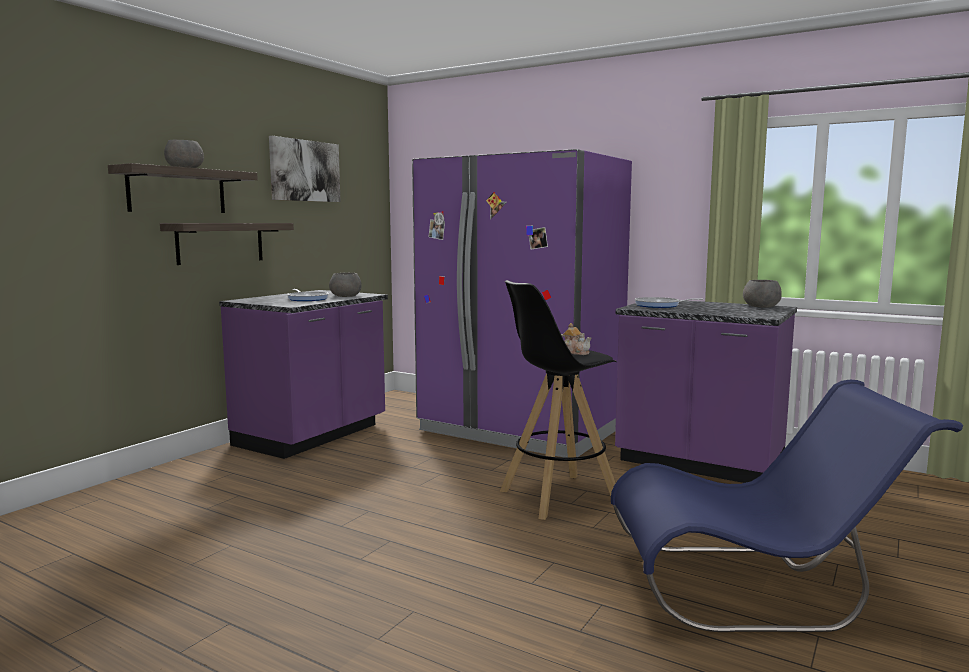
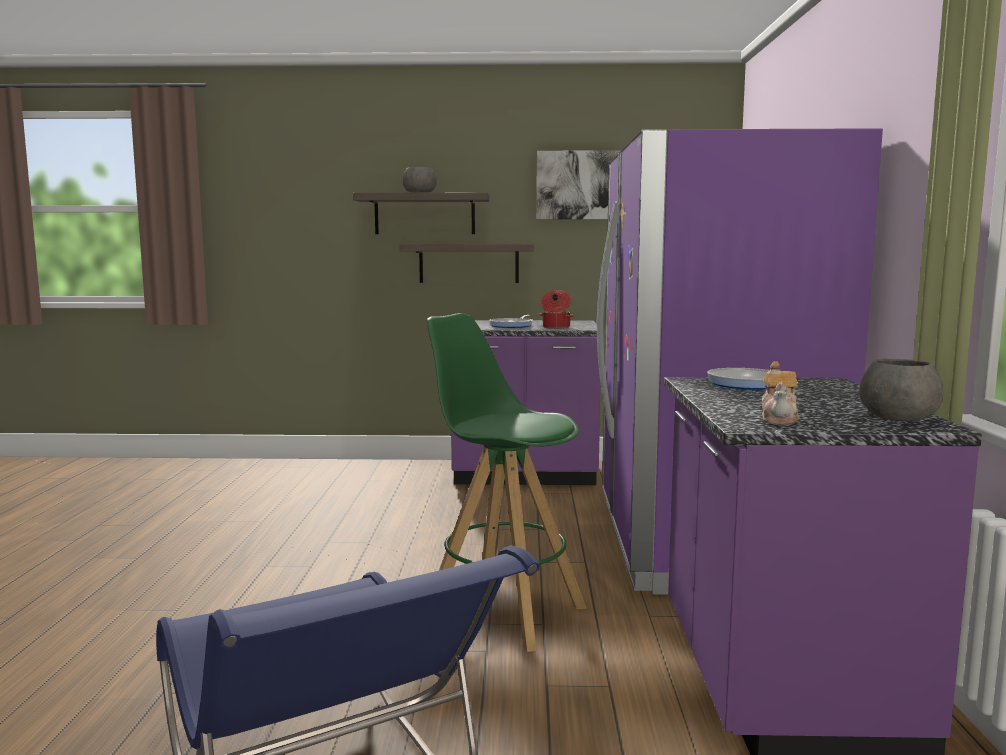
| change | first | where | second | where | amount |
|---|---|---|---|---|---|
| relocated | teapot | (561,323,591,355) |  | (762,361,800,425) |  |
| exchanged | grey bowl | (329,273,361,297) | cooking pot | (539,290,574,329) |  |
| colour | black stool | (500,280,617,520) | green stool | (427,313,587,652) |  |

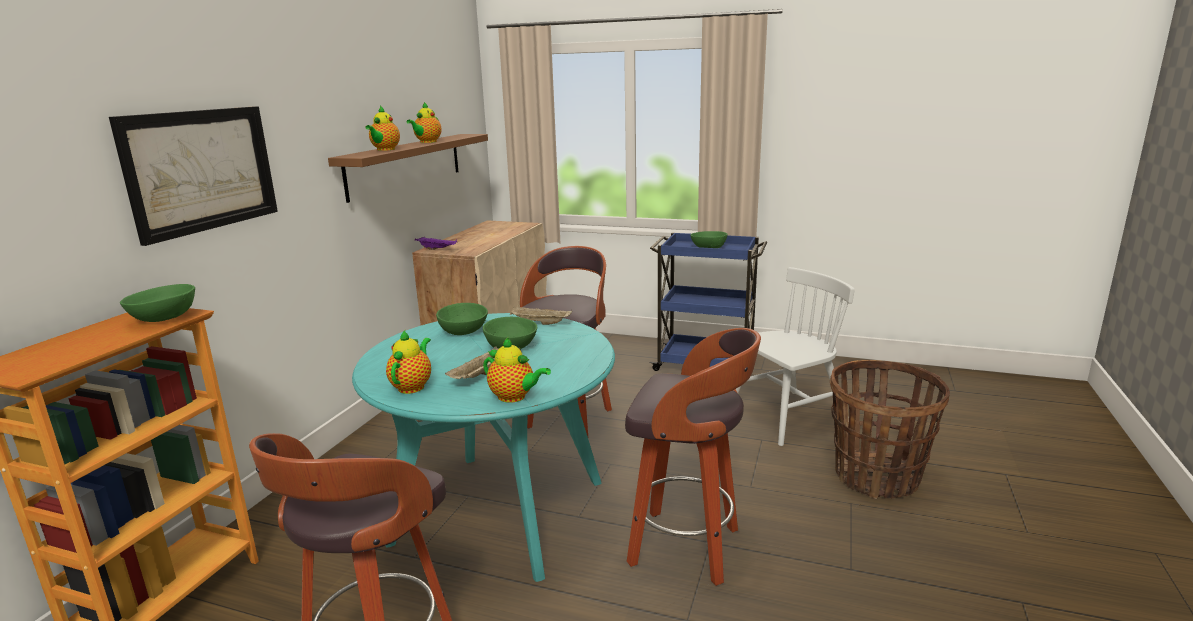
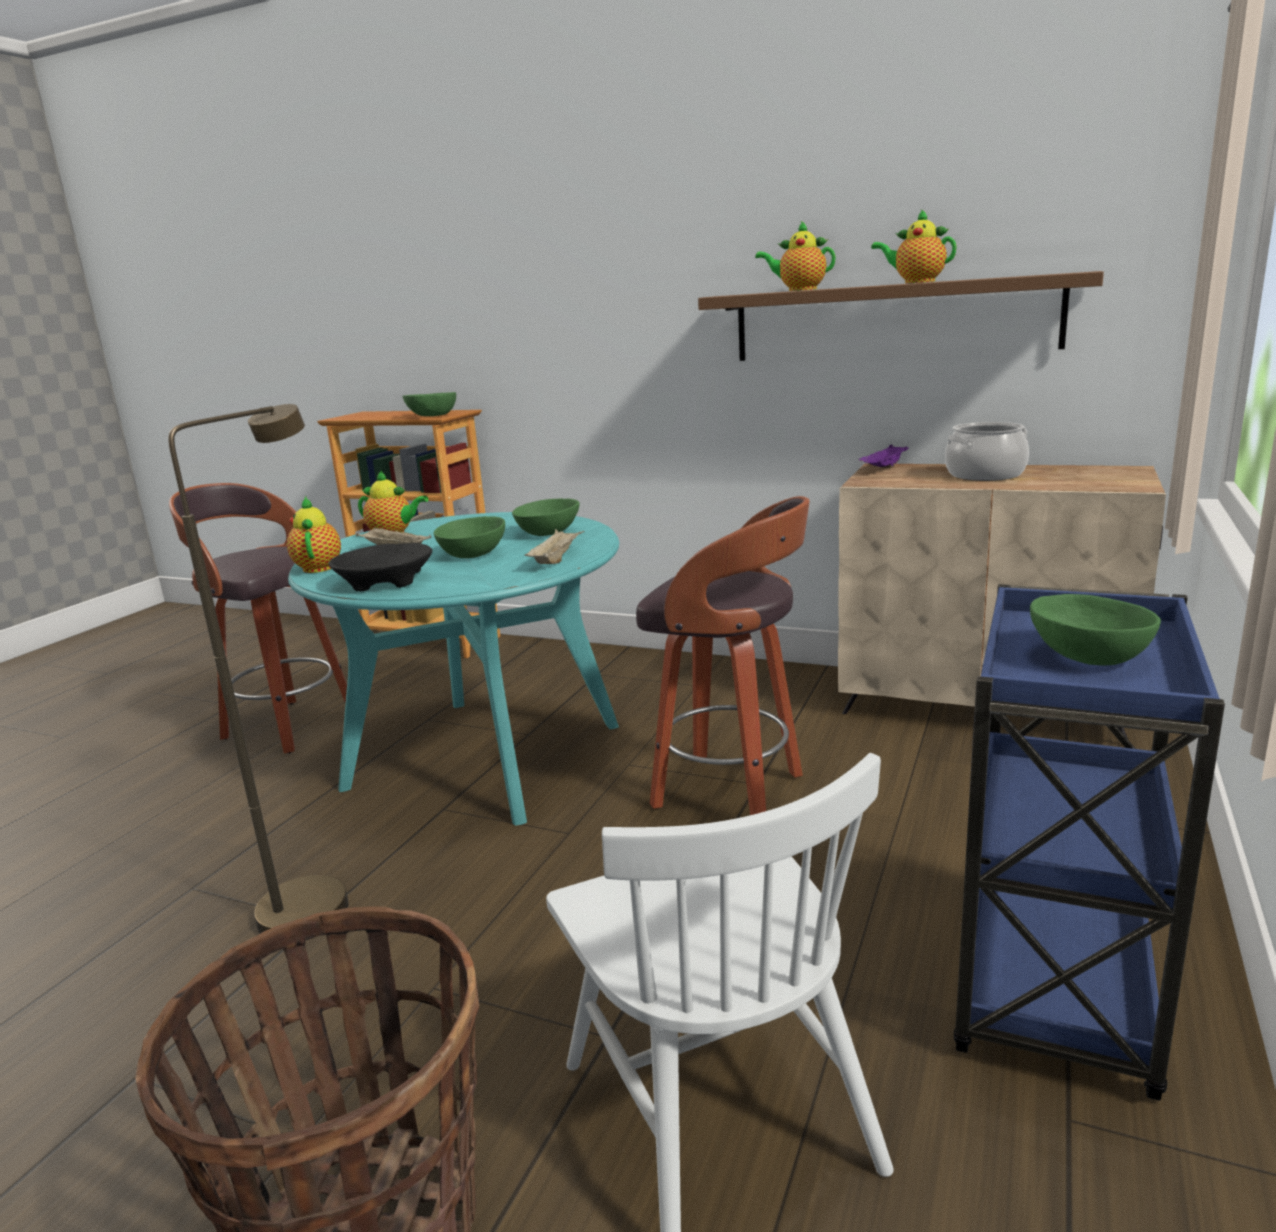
| change | first | where | second | where | amount |
|---|---|---|---|---|---|
| missing | picture | (109,106,278,246) |  |  |  |
| appeared |  |  | black bowl | (329,543,433,591) |  |
| appeared |  |  | cooking pot | (945,422,1029,481) |  |
| exchanged | stool | (625,328,761,586) | brown floor lamp | (168,404,348,933) |  |
| spun | teapot | (483,337,551,403) |  | (287,496,341,573) | 135 degrees clockwise |

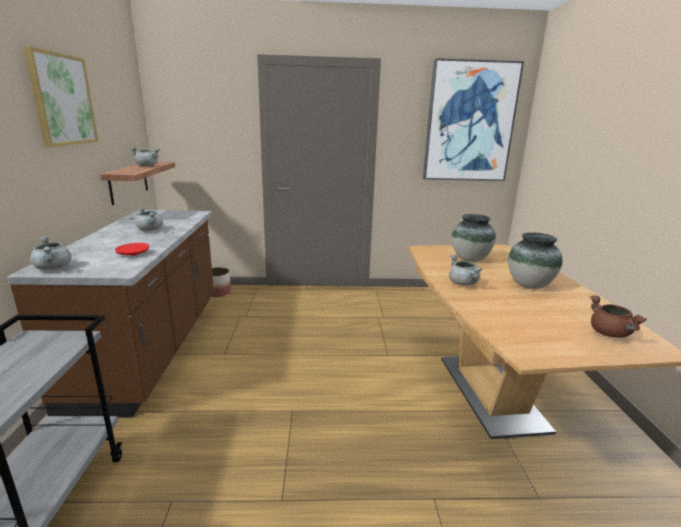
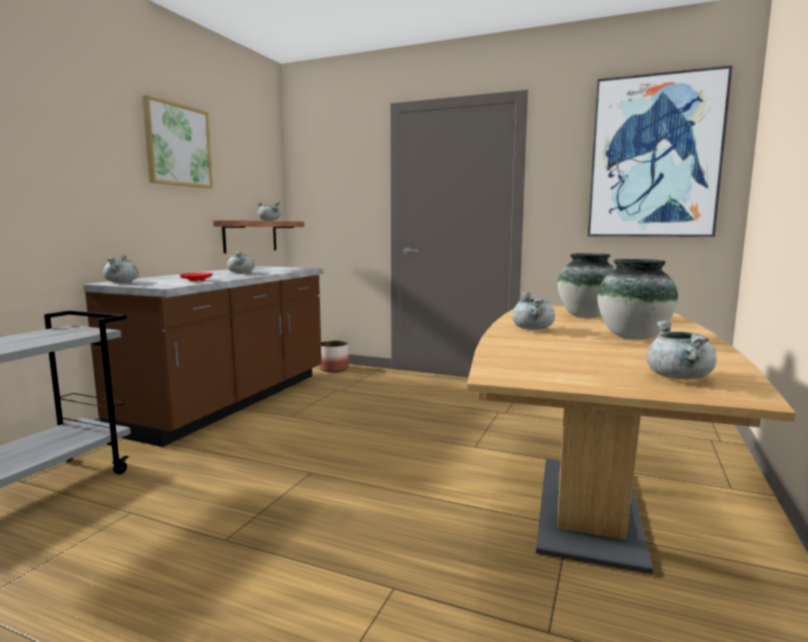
| change | first | where | second | where | amount |
|---|---|---|---|---|---|
| colour | brown cooking pot | (590,295,647,338) | grey cooking pot | (646,320,717,379) |  |

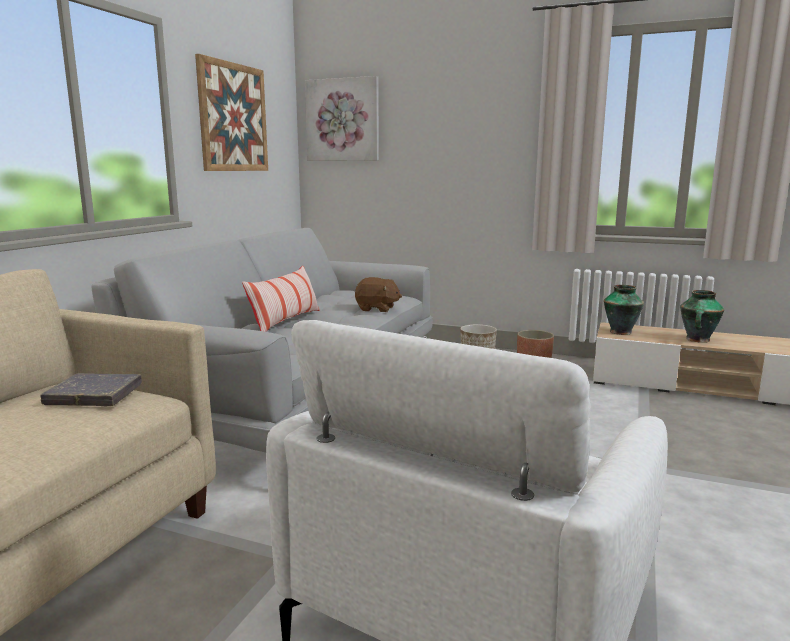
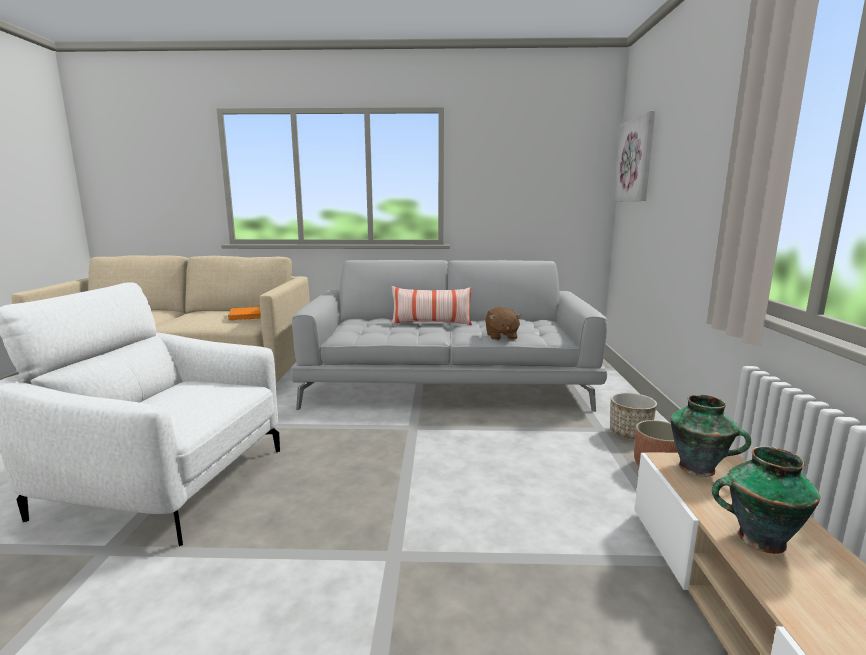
| change | first | where | second | where | amount |
|---|---|---|---|---|---|
| missing | picture | (195,54,268,171) |  |  |  |
| colour | grey book | (40,373,142,406) | orange book | (228,307,261,320) |  |

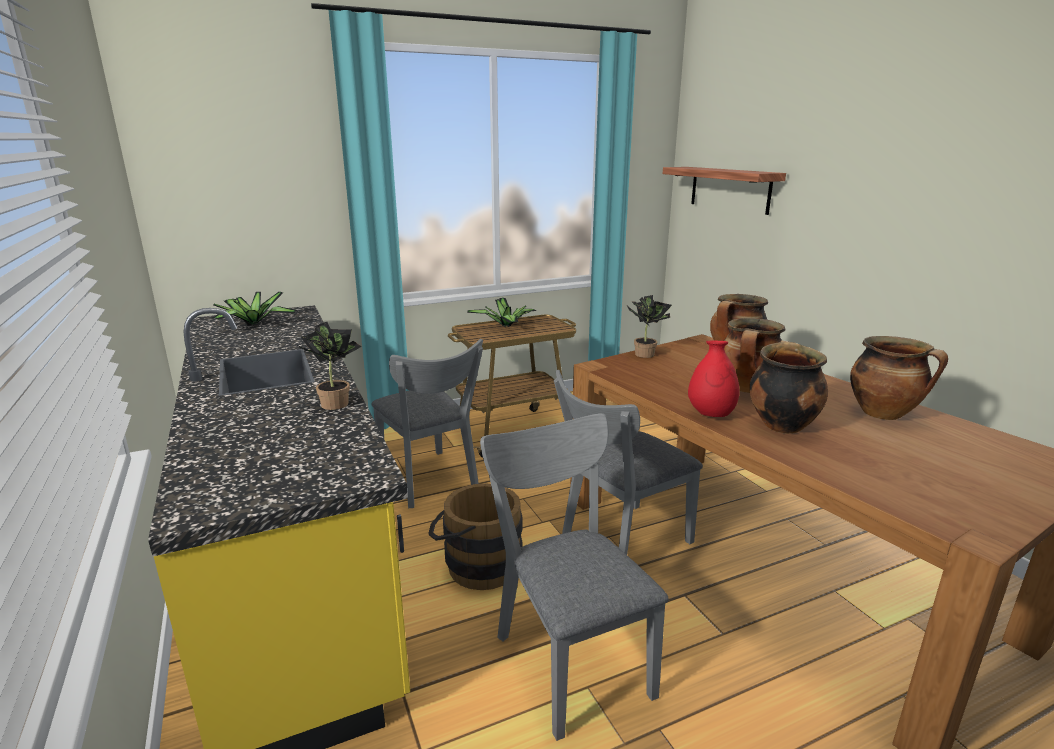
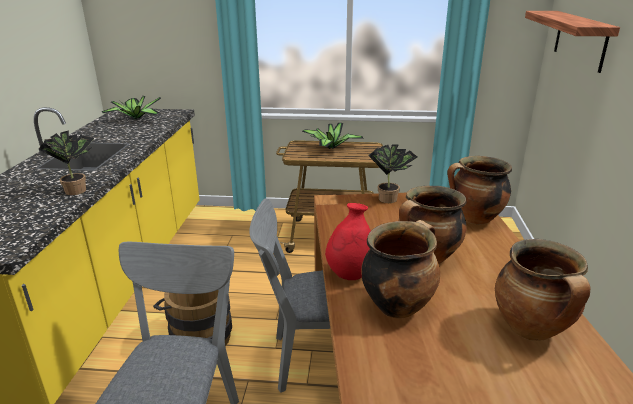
| change | first | where | second | where | amount |
|---|---|---|---|---|---|
| missing | grey chair | (371,339,483,508) |  |  |  |

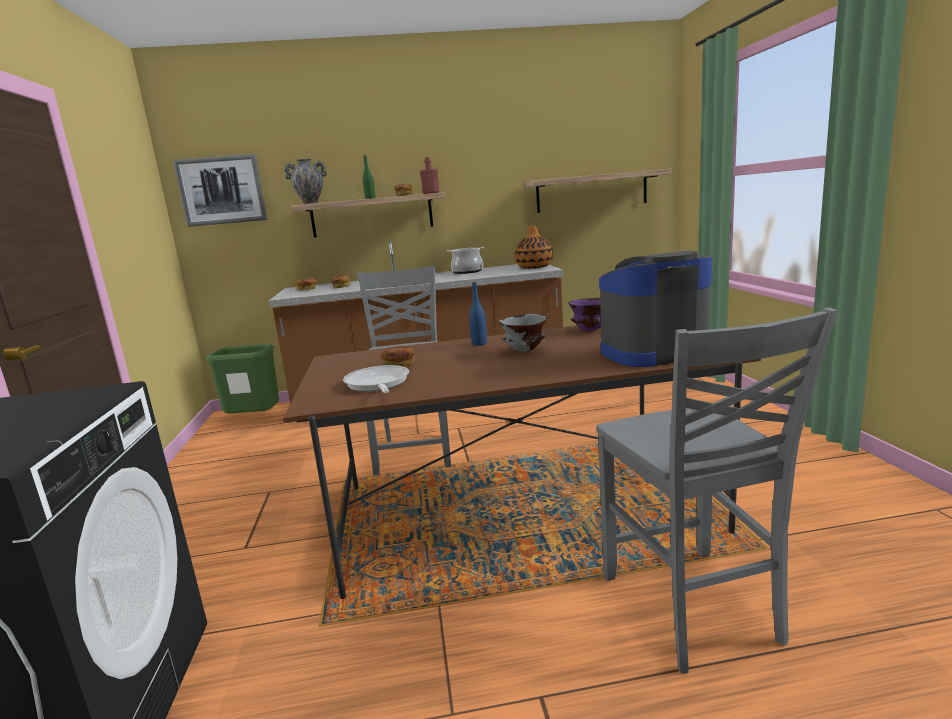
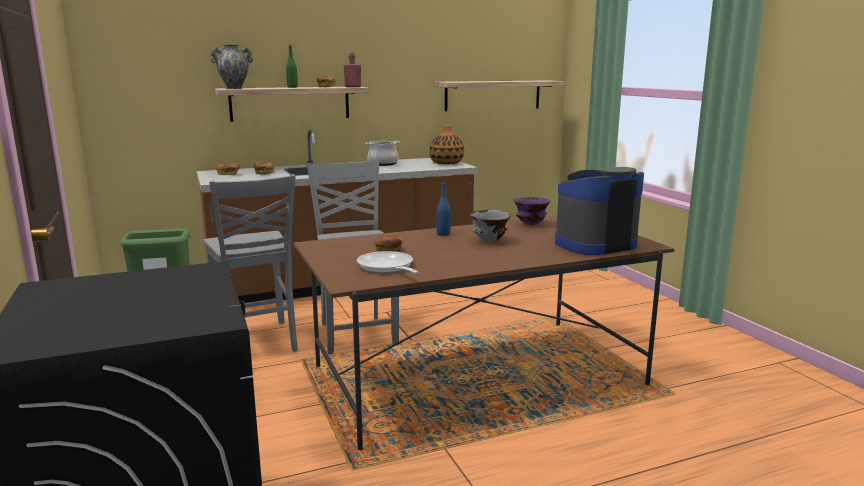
| change | first | where | second | where | amount |
|---|---|---|---|---|---|
| missing | picture | (173,154,267,227) |  |  |  |
| relocated | grey chair | (596,308,837,673) |  | (204,174,298,352) |  |

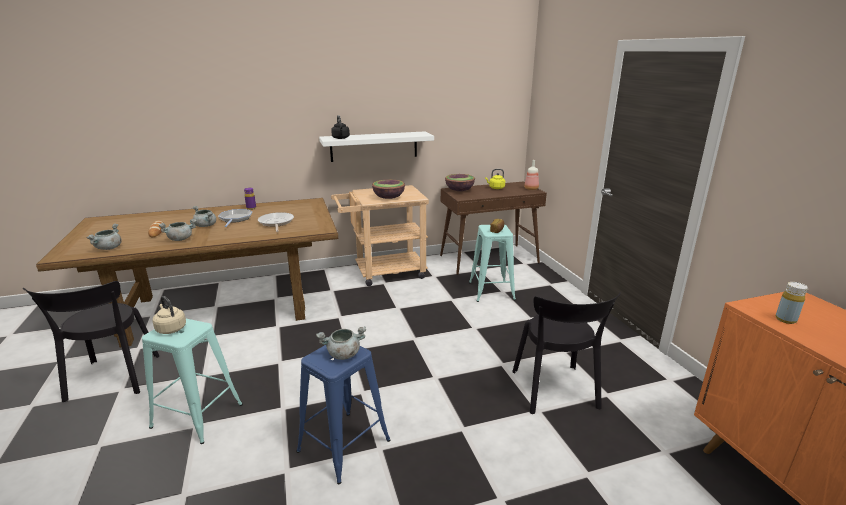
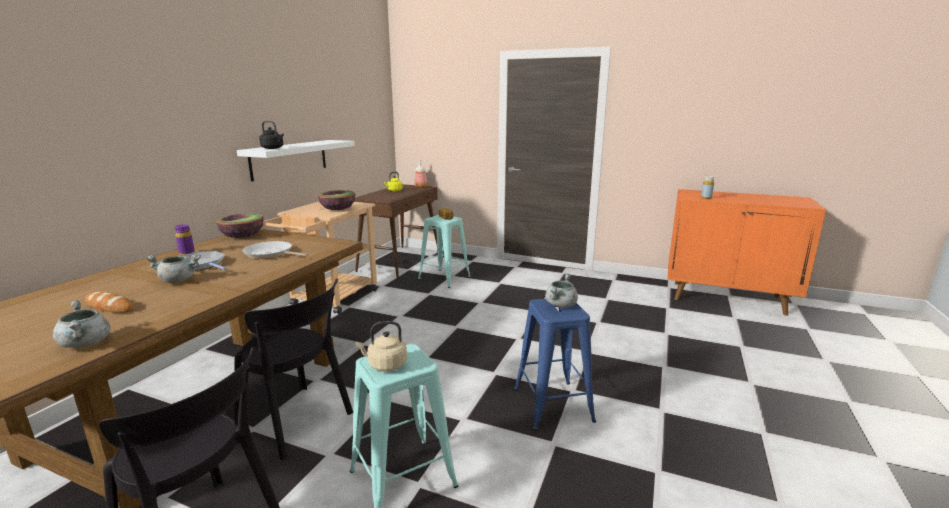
| change | first | where | second | where | amount |
|---|---|---|---|---|---|
| missing | grey cooking pot | (159,219,197,241) |  |  |  |
| relocated | bowl | (445,174,475,191) |  | (216,213,264,238) |  |
| relocated | black chair | (512,292,621,414) |  | (234,278,353,460) |  |

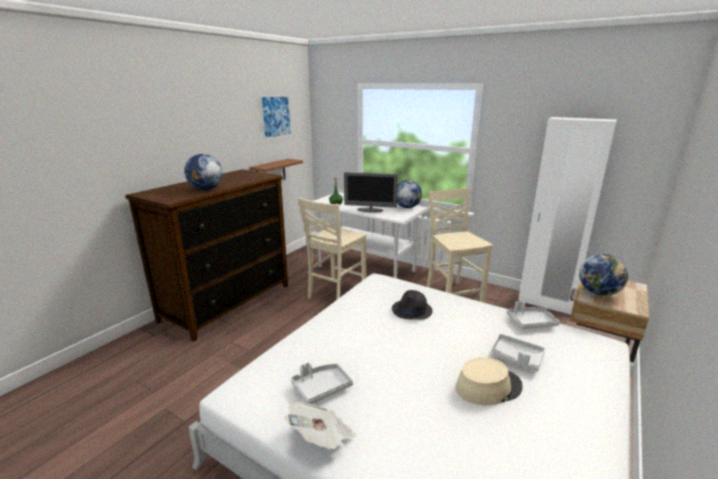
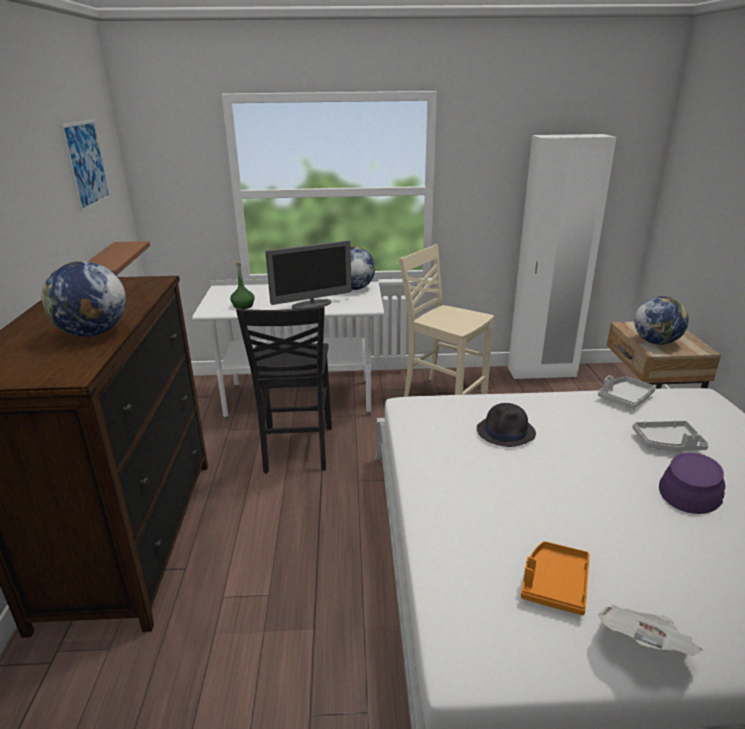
| change | first | where | second | where | amount |
|---|---|---|---|---|---|
| colour | grey tray | (291,362,353,404) | orange tray | (521,541,590,615) |  |
| colour | beige chair | (297,197,367,299) | black chair | (236,305,332,474) |  |
| colour | beige hat | (456,358,523,405) | purple hat | (659,453,726,514) |  |

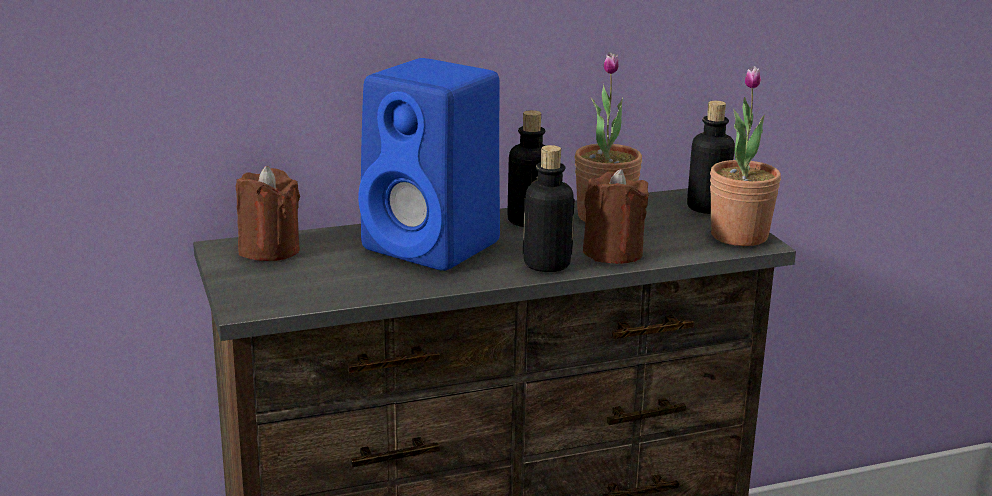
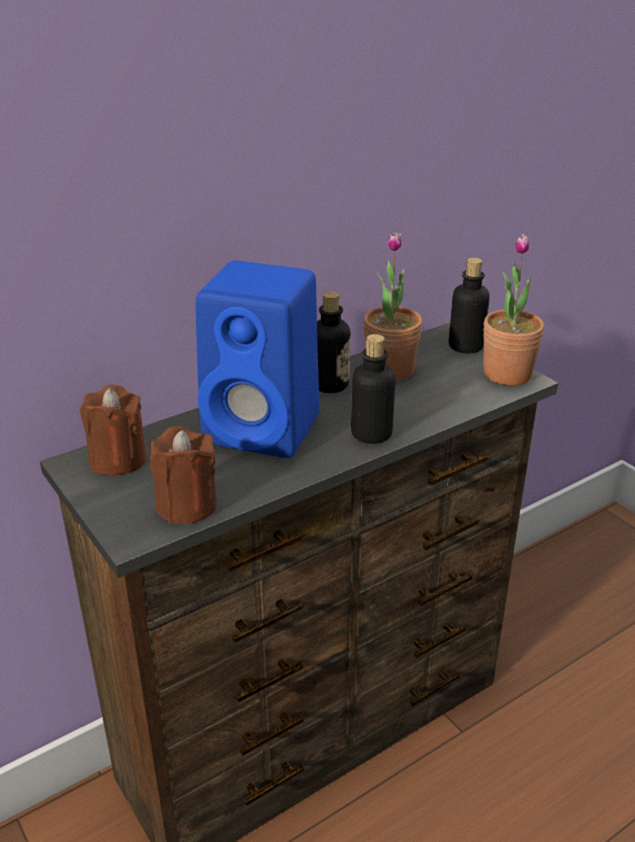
| change | first | where | second | where | amount |
|---|---|---|---|---|---|
| relocated | brown candle | (583,169,649,264) |  | (150,426,217,524) |  |

